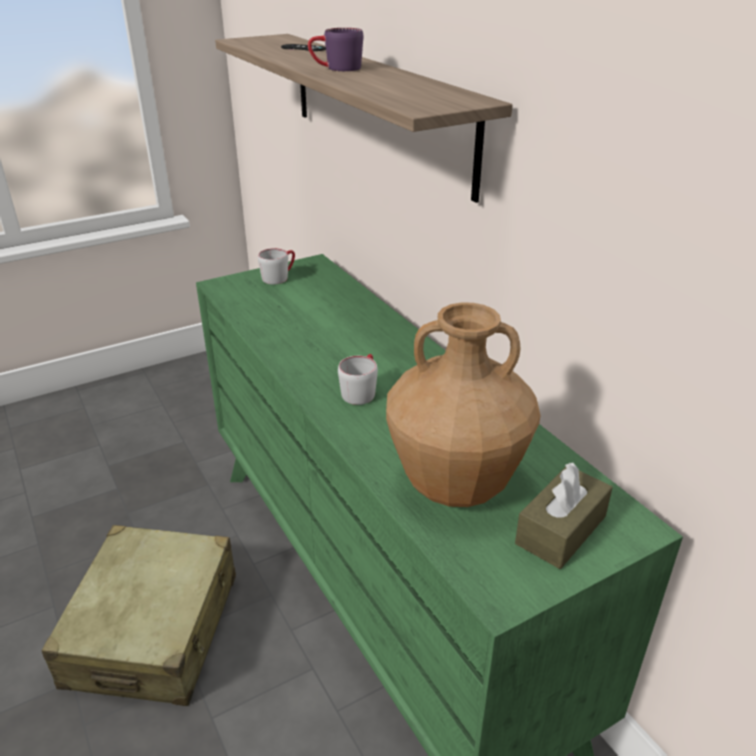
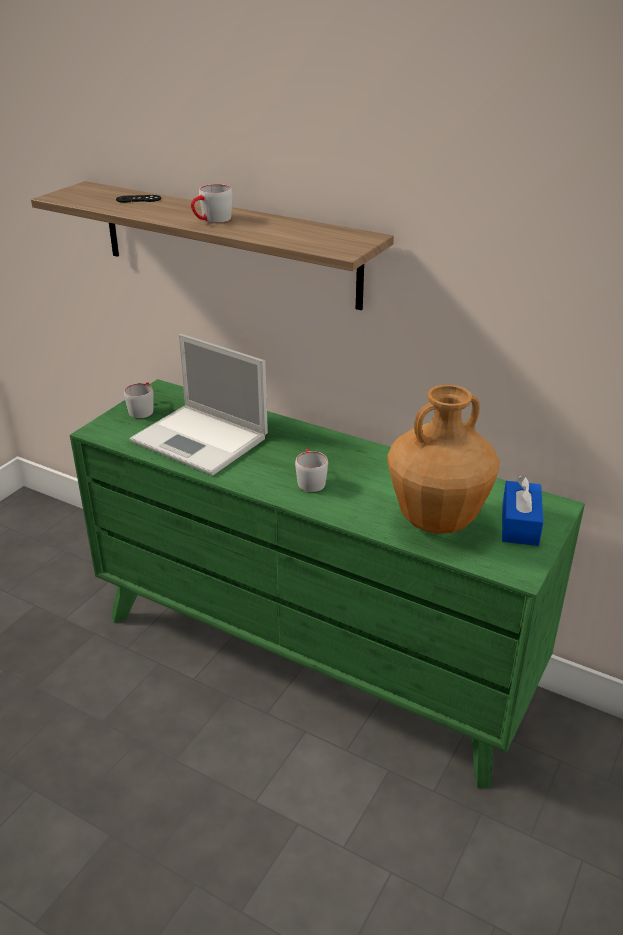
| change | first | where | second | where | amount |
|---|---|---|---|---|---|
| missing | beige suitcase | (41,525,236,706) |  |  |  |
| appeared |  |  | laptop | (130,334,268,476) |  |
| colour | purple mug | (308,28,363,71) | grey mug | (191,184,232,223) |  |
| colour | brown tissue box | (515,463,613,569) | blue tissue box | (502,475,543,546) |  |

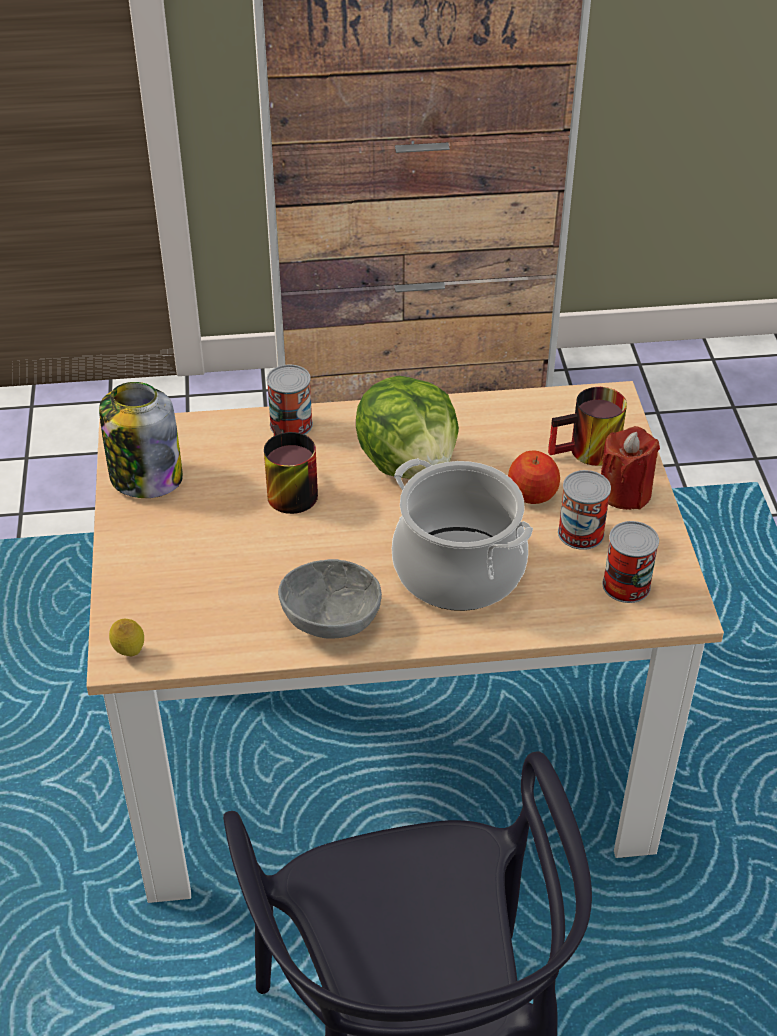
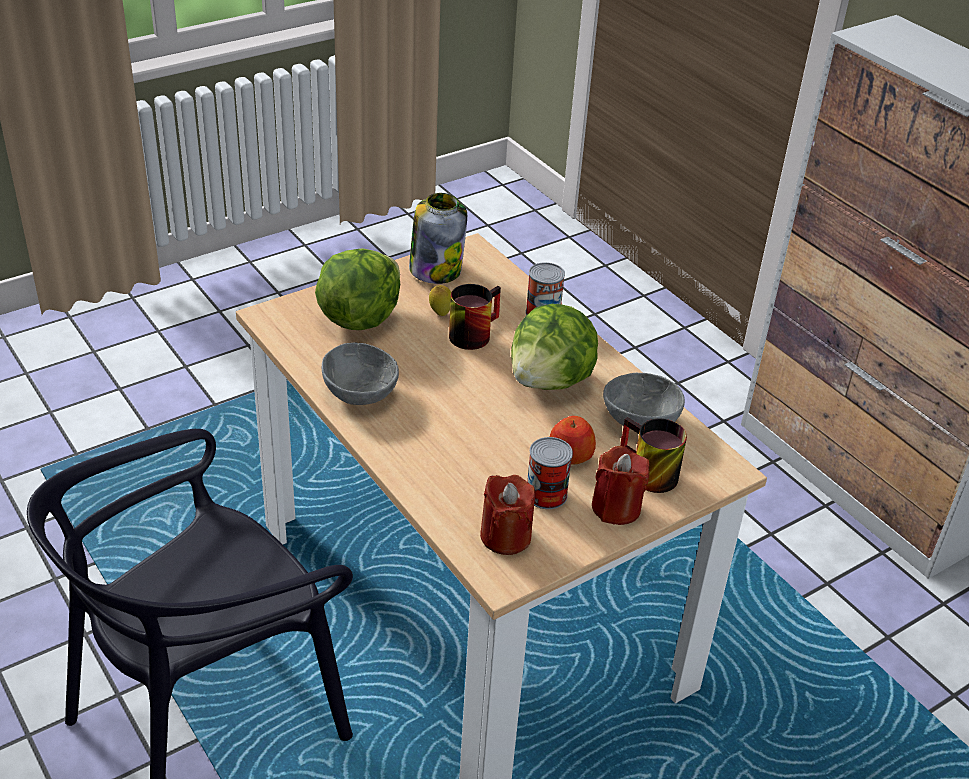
| change | first | where | second | where | amount |
|---|---|---|---|---|---|
| missing | cooking pot | (392,458,533,611) |  |  |  |
| appeared |  |  | lettuce | (315,248,400,330) |  |
| appeared |  |  | grey bowl | (603,373,685,426) |  |
| relocated | lemon | (109,619,144,656) |  | (429,285,451,316) |  |
| exchanged | can | (602,521,659,603) | red candle | (480,475,535,555) |  |

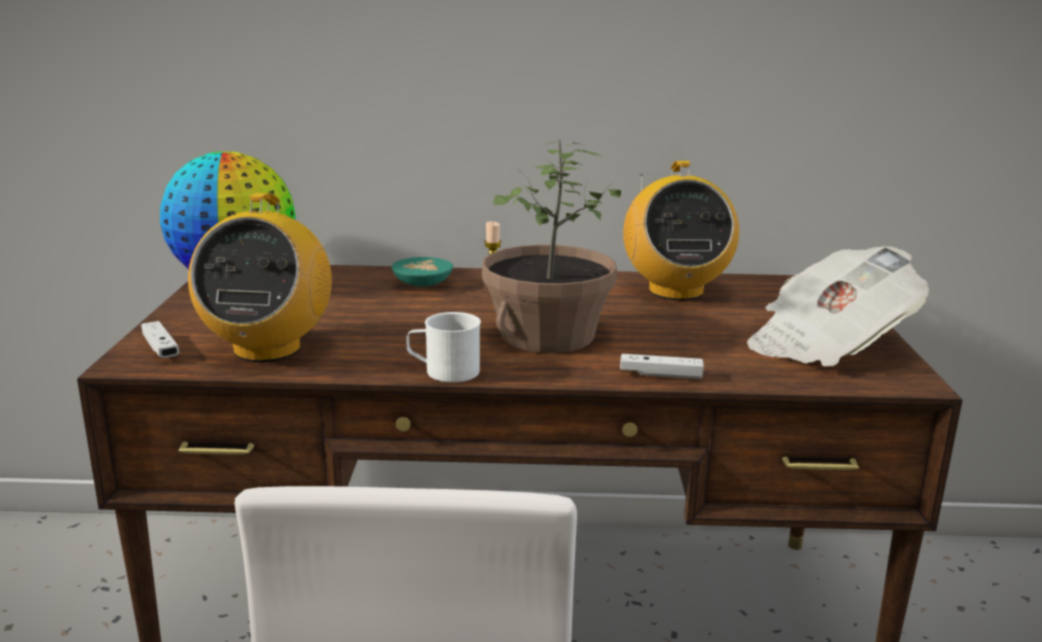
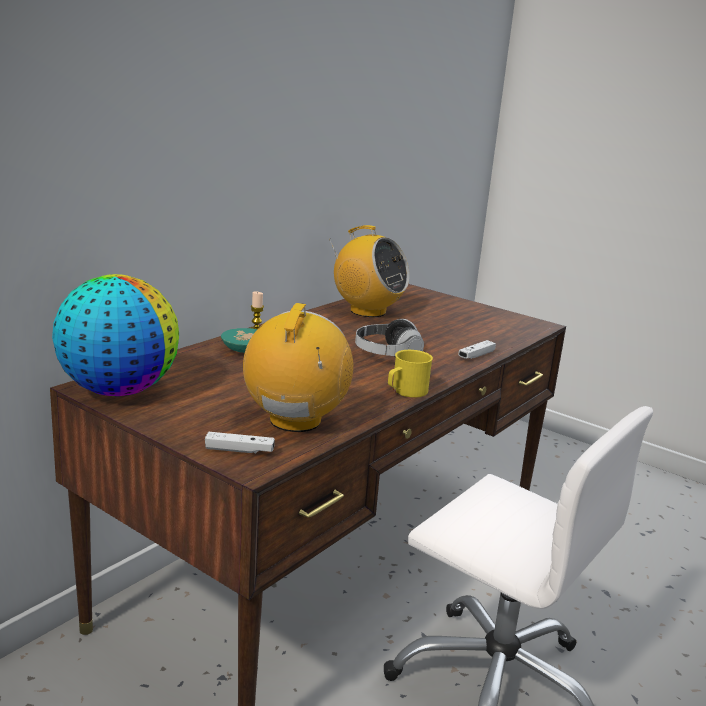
| change | first | where | second | where | amount |
|---|---|---|---|---|---|
| missing | newspaper | (747,246,929,366) |  |  |  |
| exchanged | potted plant | (482,139,621,353) | headphones | (355,319,424,357) |  |
| colour | white mug | (406,312,481,383) | yellow mug | (388,350,433,398) |  |
| spun | radio | (188,193,332,362) |  | (243,303,353,432) | 120 degrees counterclockwise |

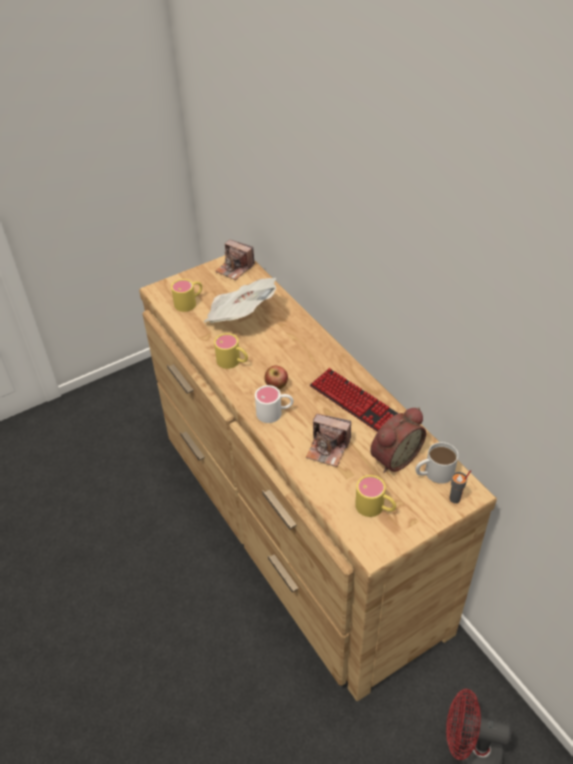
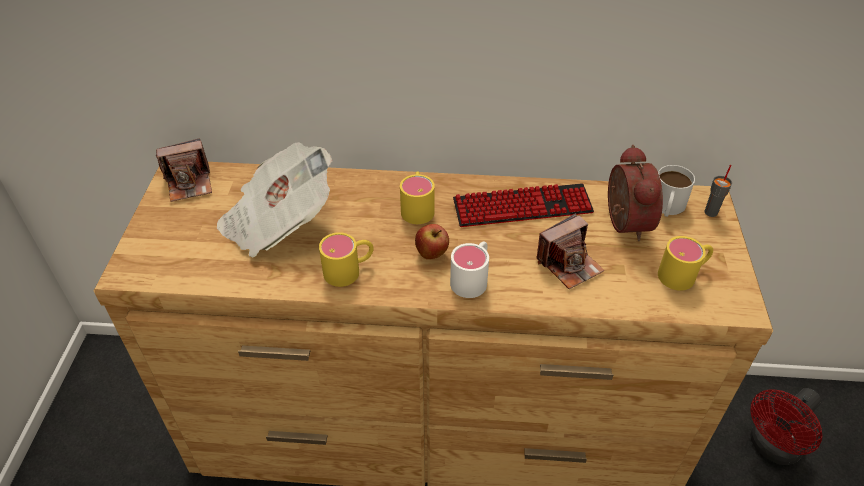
| change | first | where | second | where | amount |
|---|---|---|---|---|---|
| relocated | yellow mug | (171,279,202,312) |  | (400,171,435,224) |  |

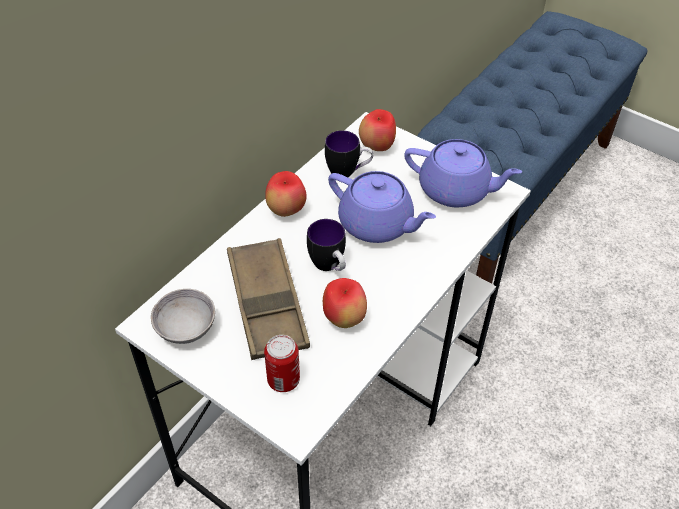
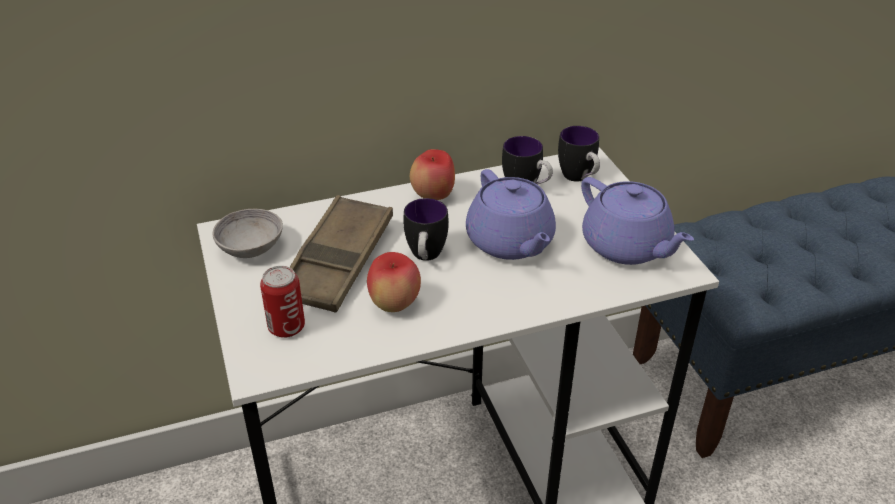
| change | first | where | second | where | amount |
|---|---|---|---|---|---|
| exchanged | apple | (359,109,396,151) | mug | (558,126,600,182) |  |

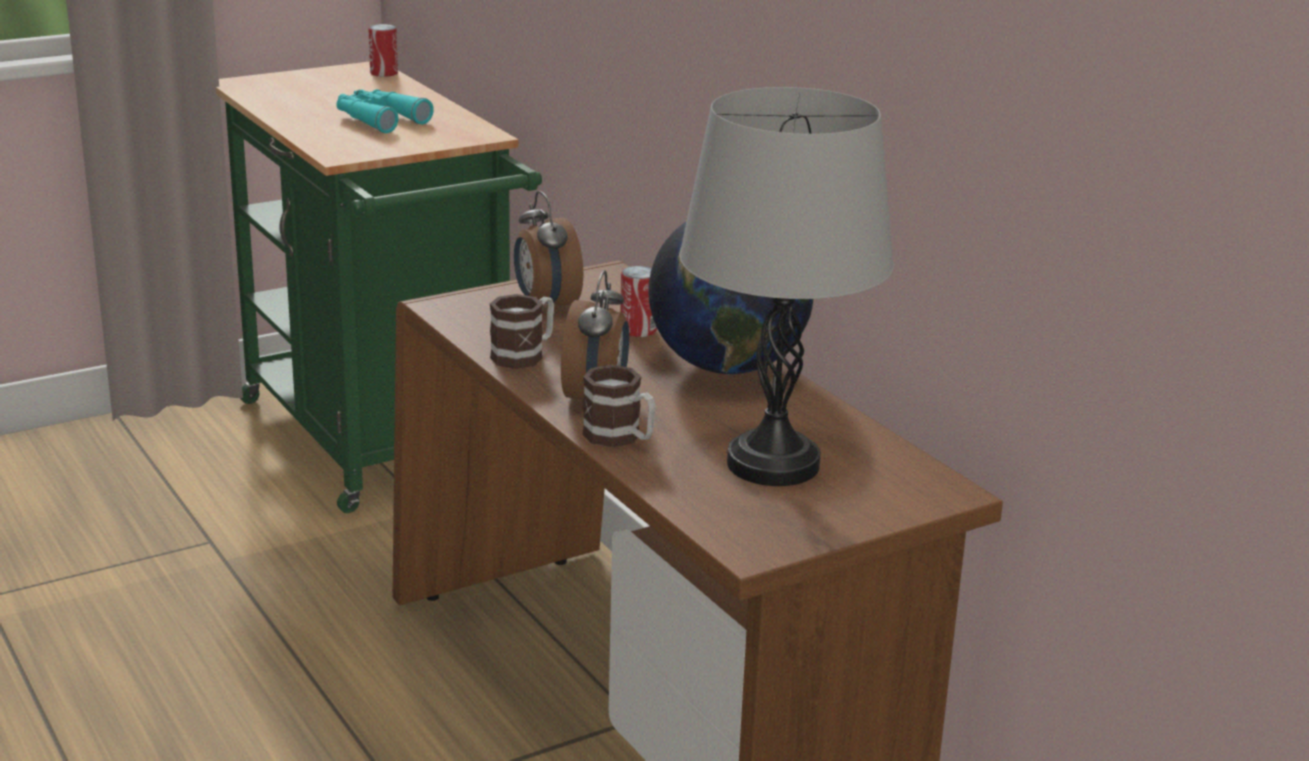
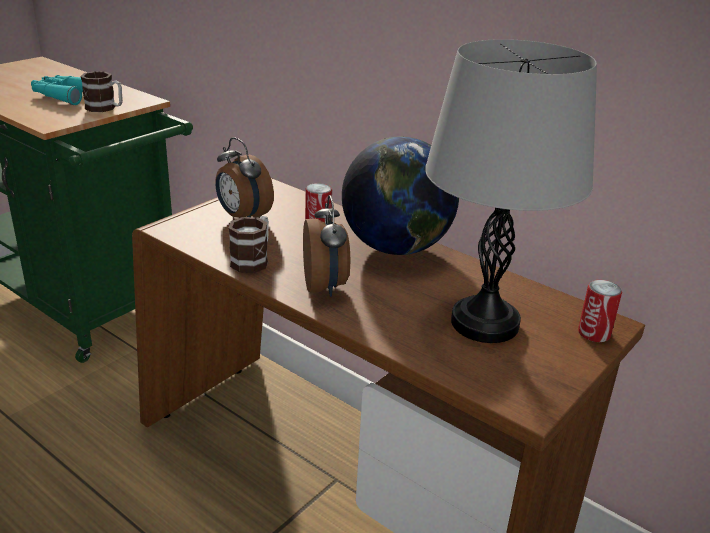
| change | first | where | second | where | amount |
|---|---|---|---|---|---|
| relocated | can | (368,24,398,77) |  | (578,280,622,342) |  |
| relocated | mug | (582,365,656,448) |  | (80,71,123,112) |  |

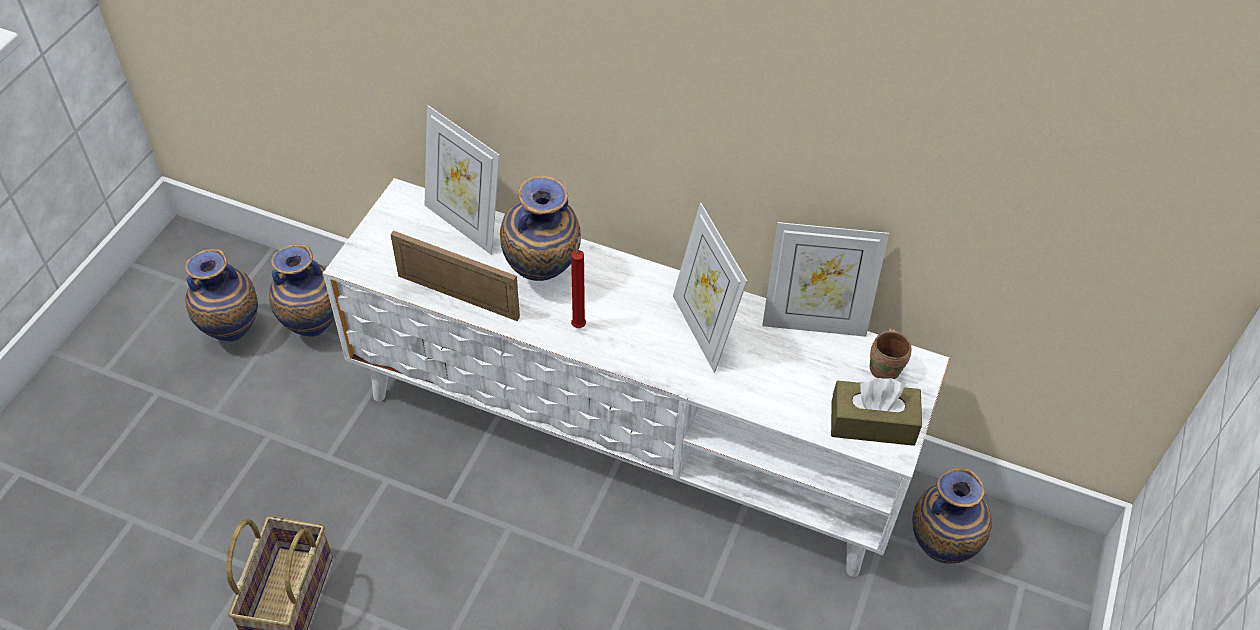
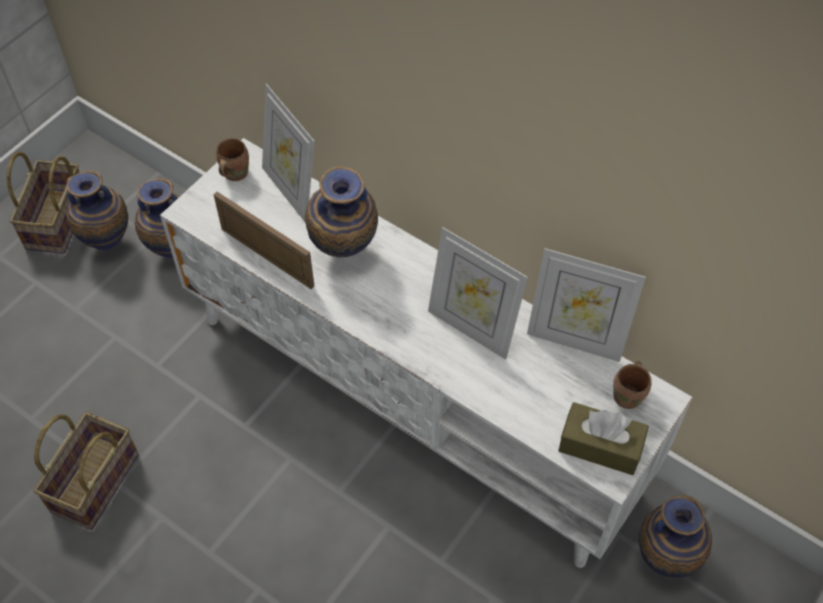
| change | first | where | second | where | amount |
|---|---|---|---|---|---|
| missing | red candle | (571,236,586,328) |  |  |  |
| appeared |  |  | basket | (7,152,80,254) |  |
| appeared |  |  | brown mug | (216,138,249,181) |  |
| spun | picture frame | (673,203,747,373) |  | (428,227,528,360) | 45 degrees counterclockwise |

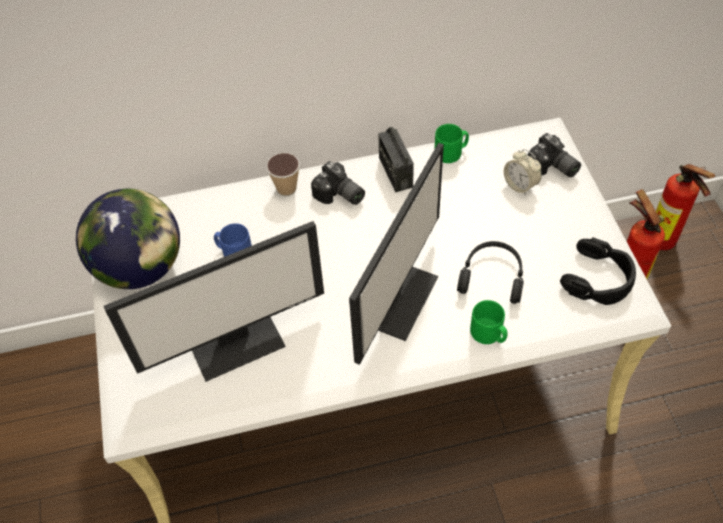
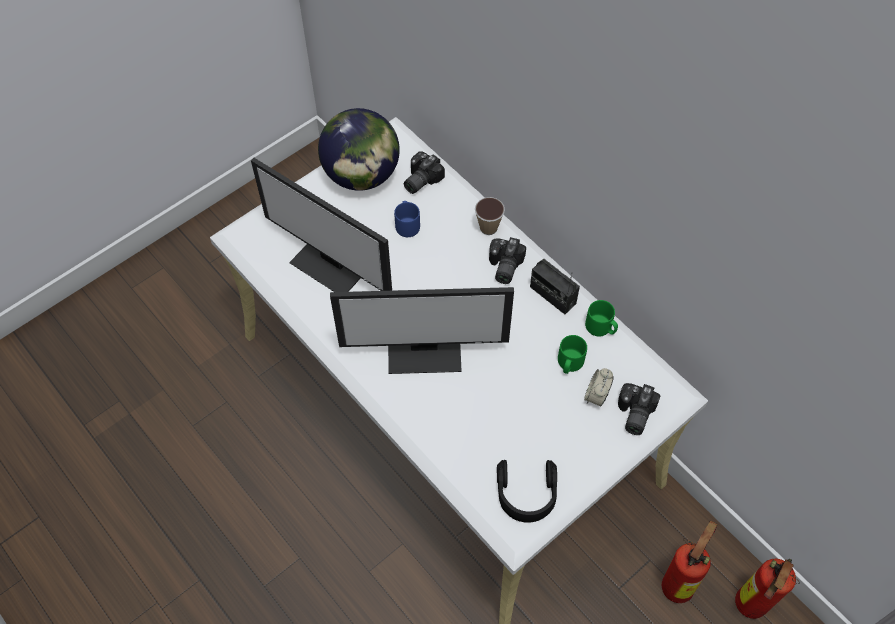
| change | first | where | second | where | amount |
|---|---|---|---|---|---|
| missing | black headphones | (457,241,524,304) |  |  |  |
| appeared |  |  | photo camera | (404,151,445,194) |  |
| relocated | green mug | (470,300,508,344) |  | (558,335,587,374) |  |
| spun | radio | (378,127,414,192) |  | (530,259,580,314) | 90 degrees counterclockwise |

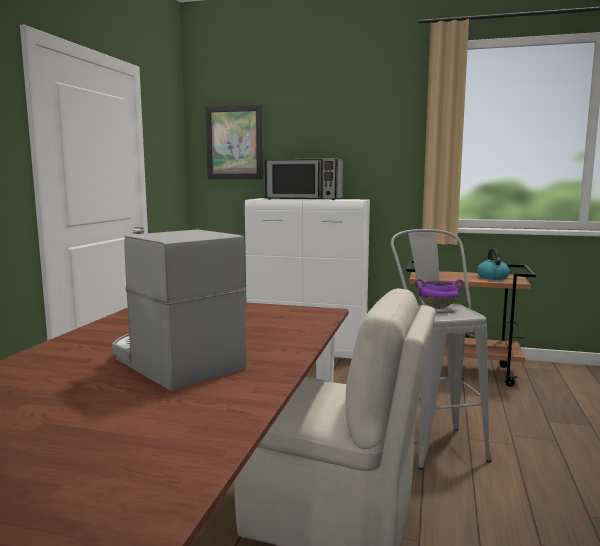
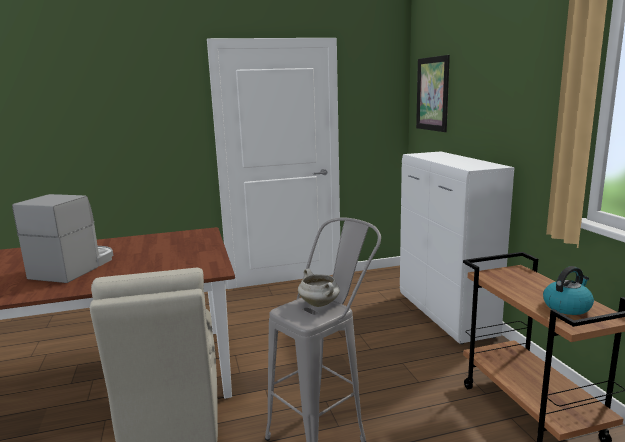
| change | first | where | second | where | amount |
|---|---|---|---|---|---|
| missing | microwave | (265,159,343,200) |  |  |  |
| colour | purple cooking pot | (415,278,463,309) | white cooking pot | (298,269,340,307) |  |

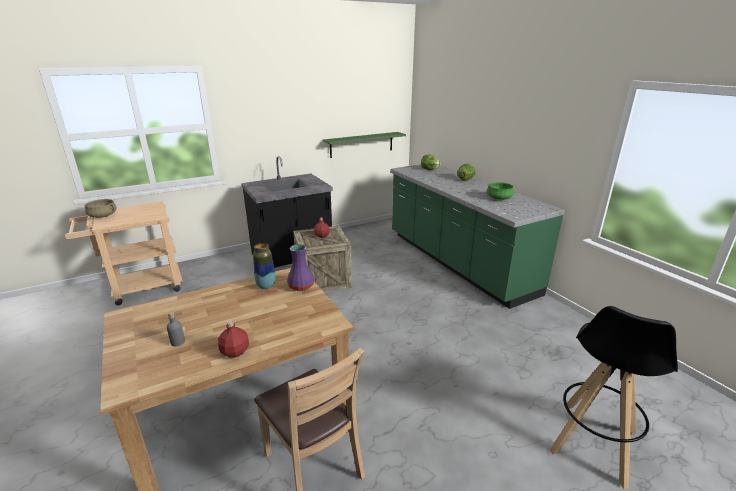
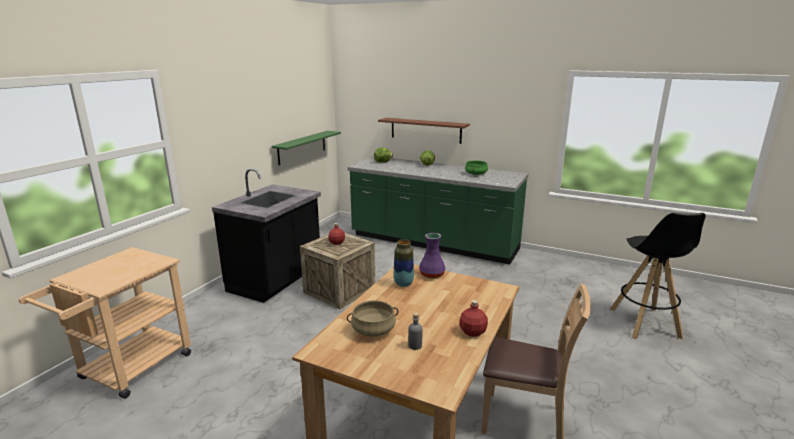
| change | first | where | second | where | amount |
|---|---|---|---|---|---|
| appeared |  |  | brown shelf | (378,118,470,144) |  |
| relocated | beige cooking pot | (85,199,117,218) |  | (347,300,398,337) |  |

